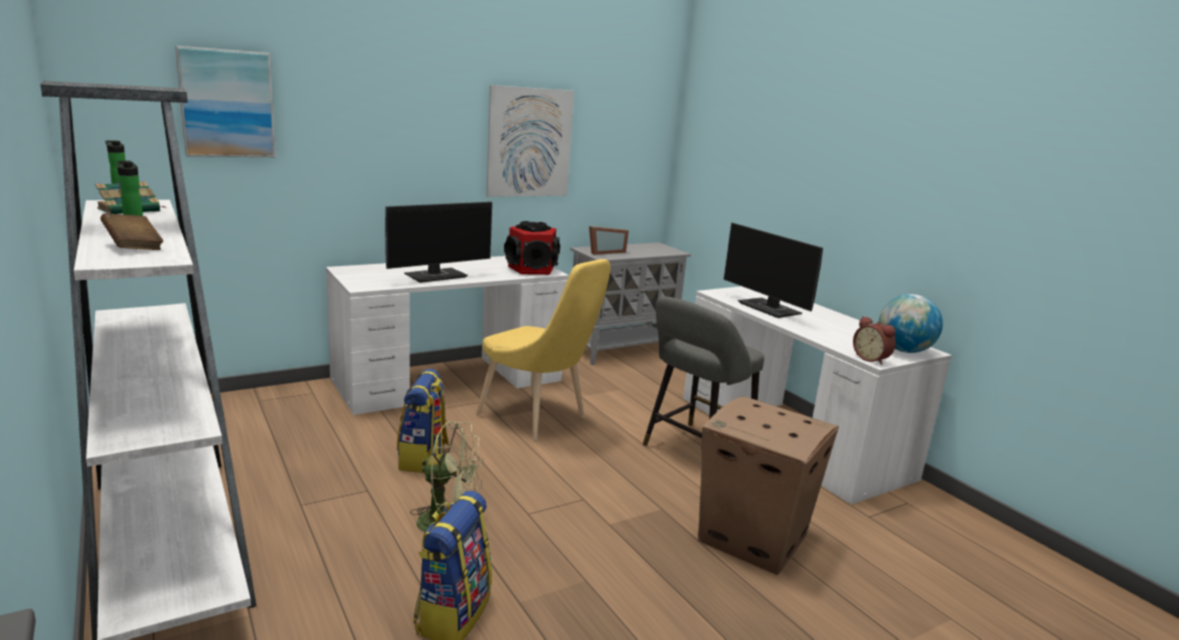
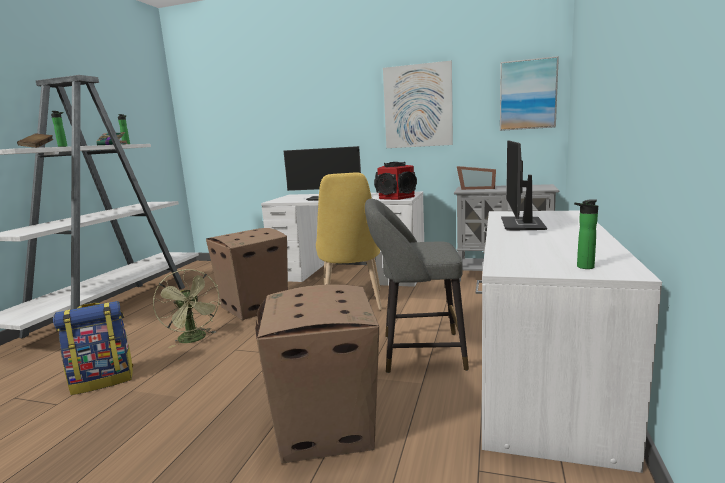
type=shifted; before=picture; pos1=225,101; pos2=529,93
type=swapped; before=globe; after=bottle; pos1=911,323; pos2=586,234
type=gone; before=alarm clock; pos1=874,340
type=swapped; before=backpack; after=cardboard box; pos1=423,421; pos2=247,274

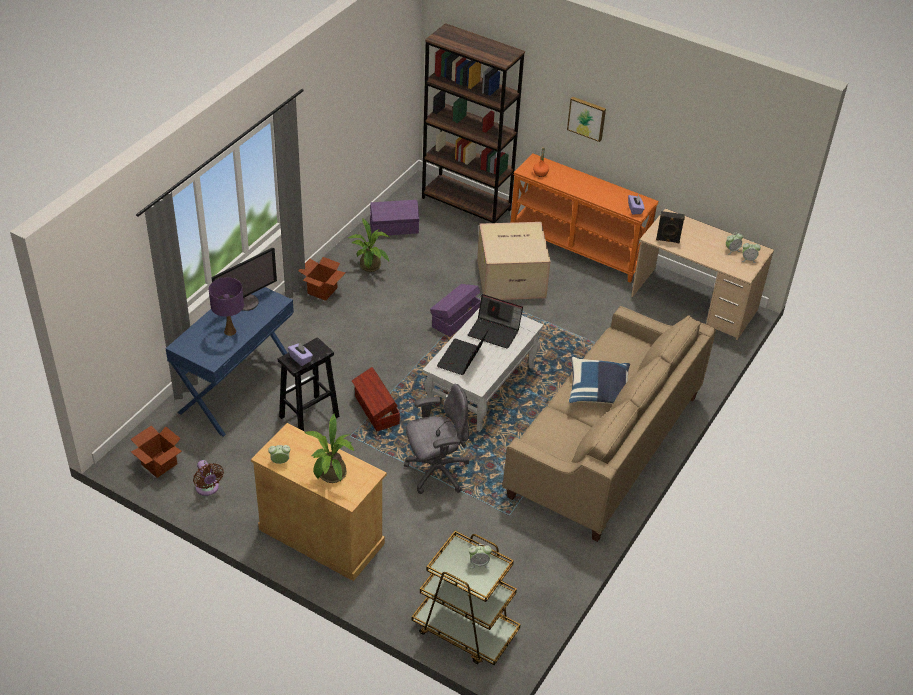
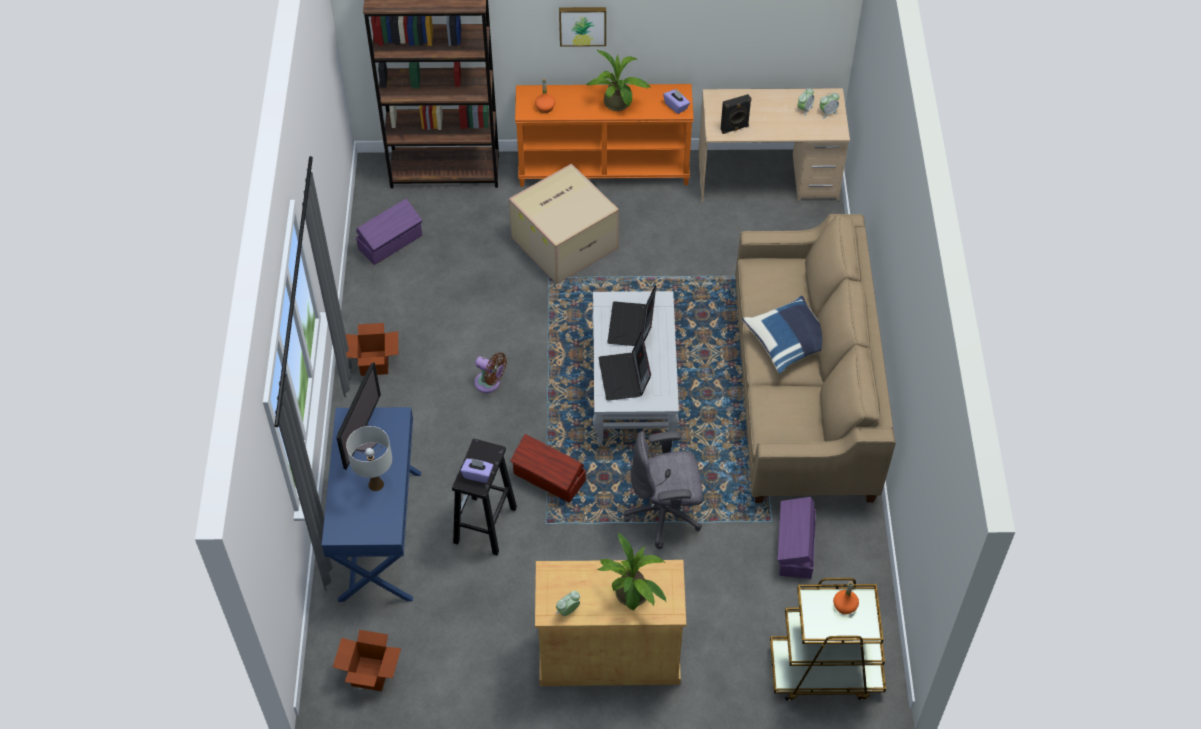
type=shifted; before=potted plant; pos1=369,245; pos2=618,80
type=repainted; before=purple table lamp; after=white table lamp; pos1=226,306; pos2=369,458
type=shifted; before=purple storage box; pos1=455,310; pos2=797,538
type=rotated; before=laptop; pos1=495,321; pos2=631,315; turn=105
type=rotated; before=grey office chair; pos1=436,439; pos2=663,490; turn=-135
type=shifted; before=brown fan; pos1=208,478; pos2=490,373
type=swapped; before=alarm clock; after=orange bottle; pos1=480,556; pos2=846,597

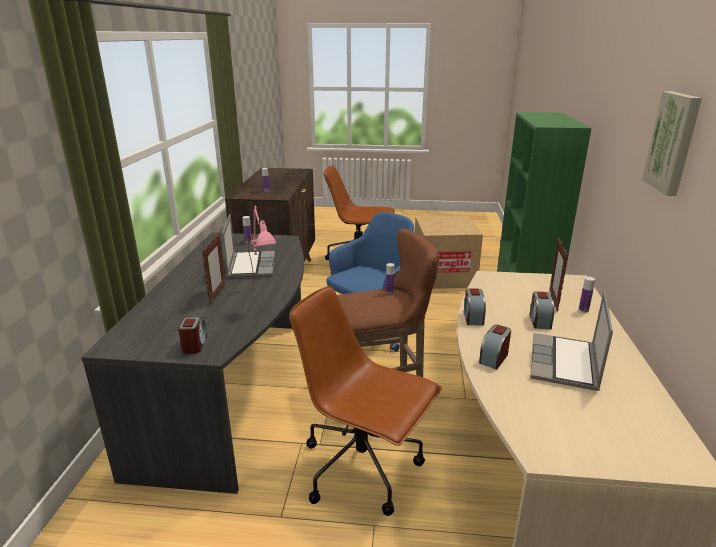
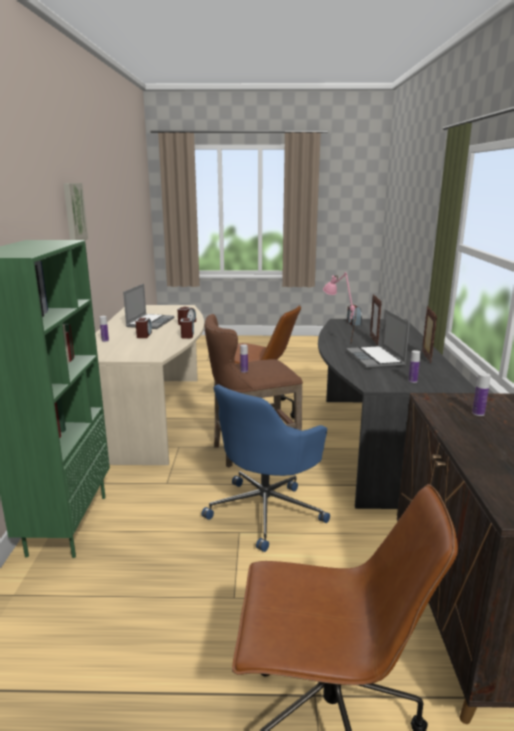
type=gone; before=cardboard box; pos1=449,252
type=shifted; before=picture frame; pos1=559,274; pos2=429,334

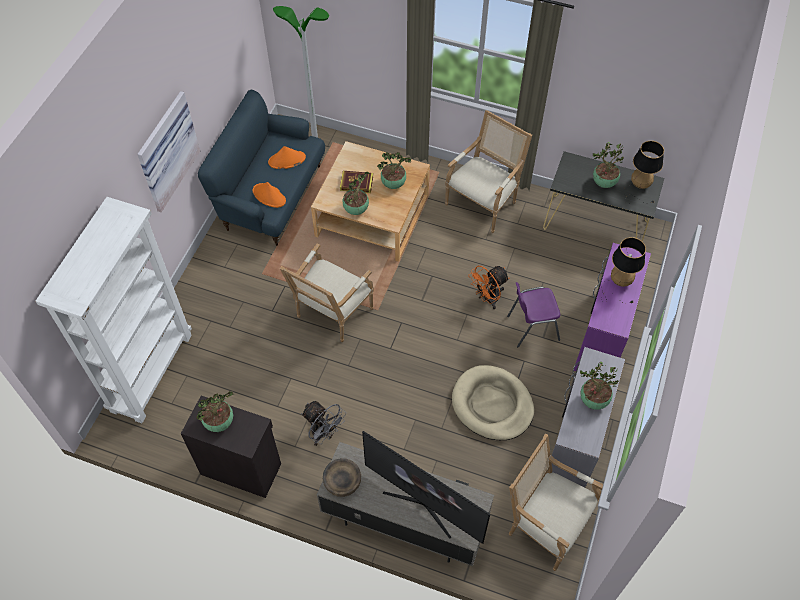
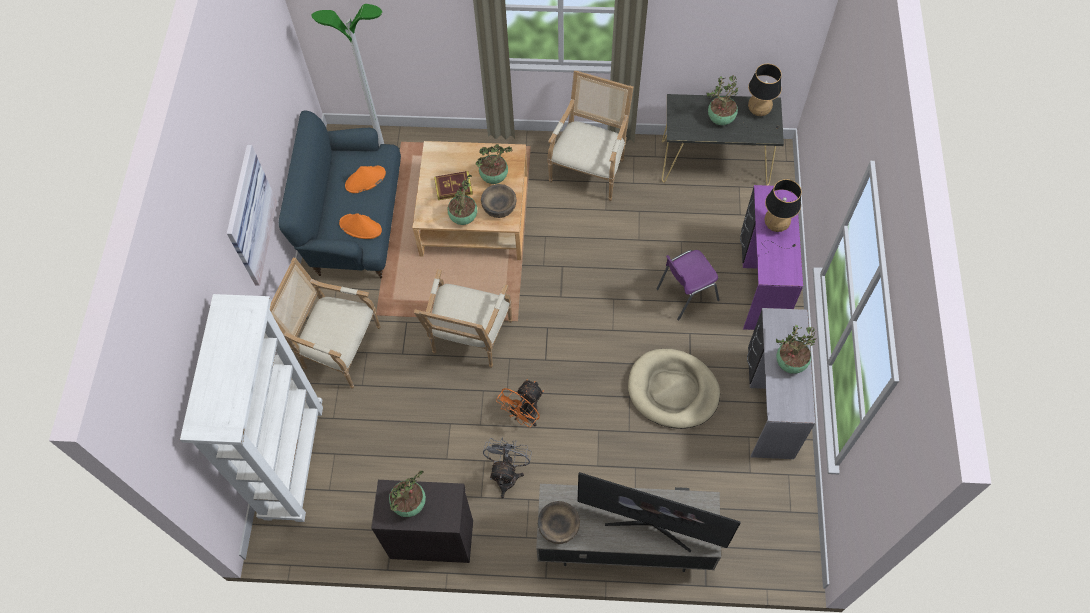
type=shifted; before=orange fan; pos1=488,287; pos2=520,403
type=rotated; before=grey fan; pos1=323,423; pos2=507,468; turn=-105
type=shifted; before=armchair; pos1=556,502; pos2=325,323
type=new; after=brown bowl; pos2=499,201

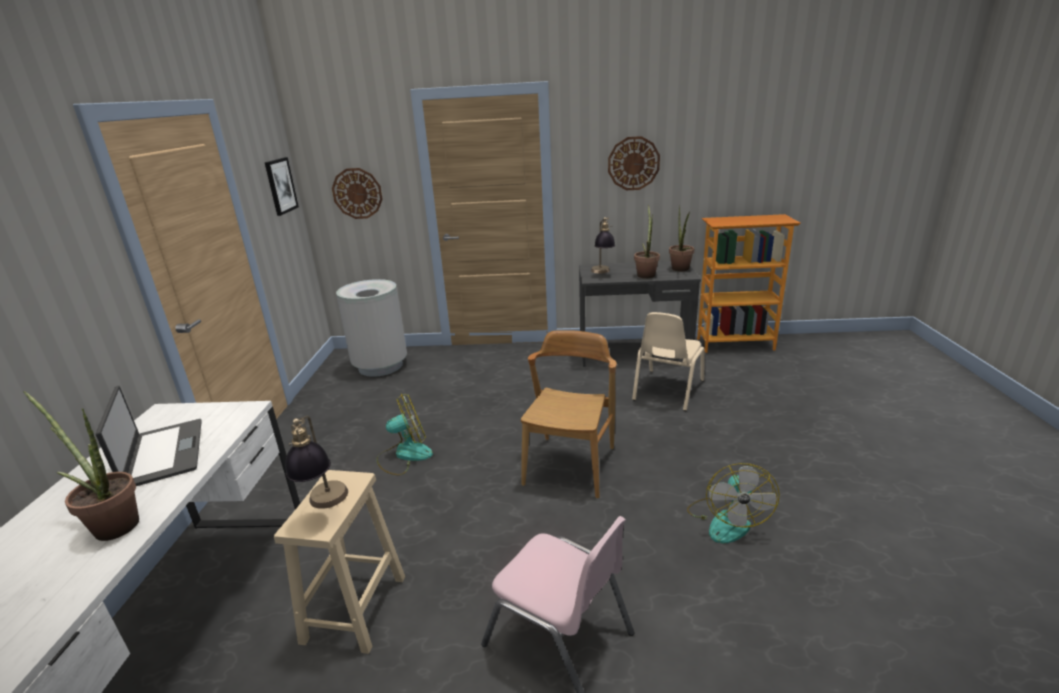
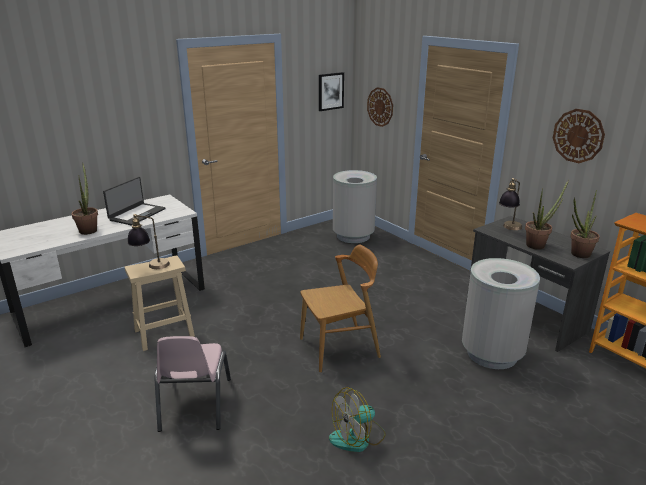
type=swapped; before=beige chair; after=grey trash can; pos1=668,361; pos2=501,313
type=gone; before=fan; pos1=404,434

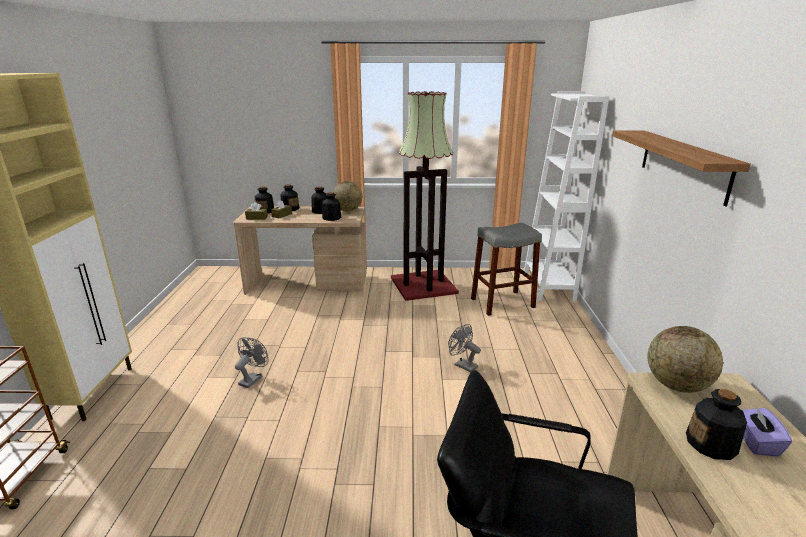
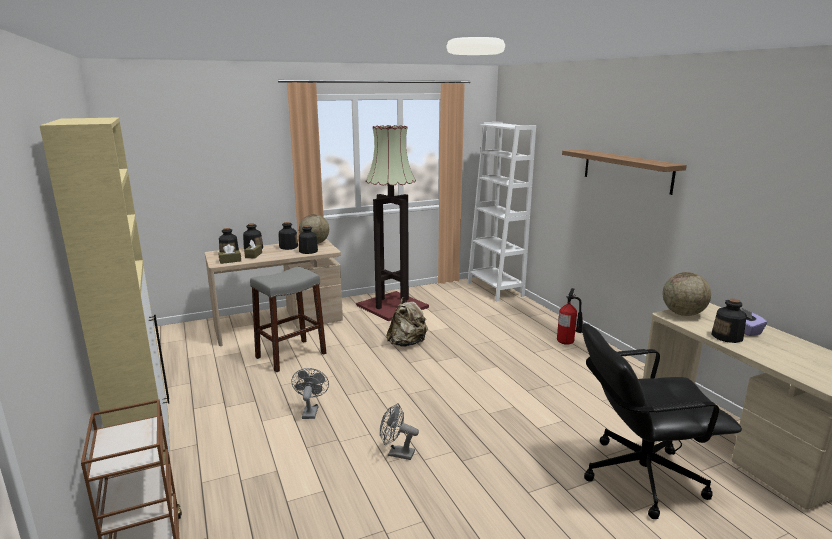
type=shifted; before=grey stool; pos1=506,269; pos2=288,319
type=shifted; before=grey fan; pos1=464,348; pos2=399,431
type=new; after=fire extinguisher; pos2=570,316
type=new; after=beige backpack; pos2=407,322

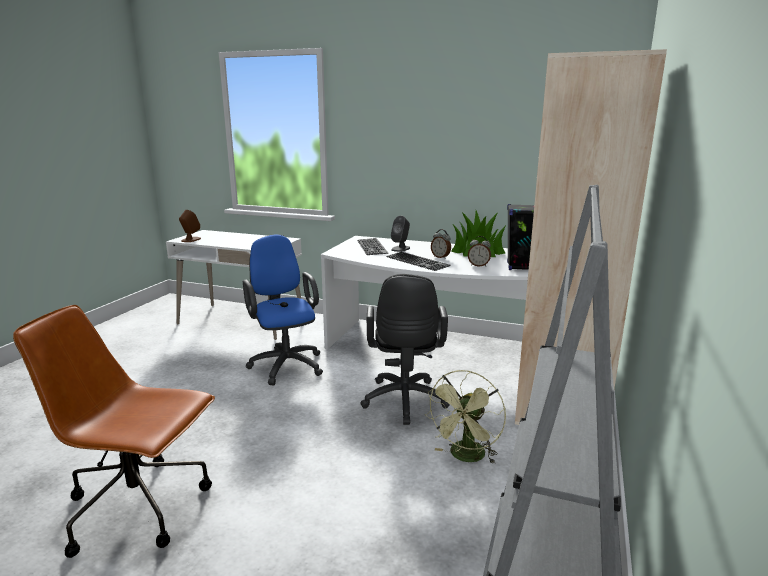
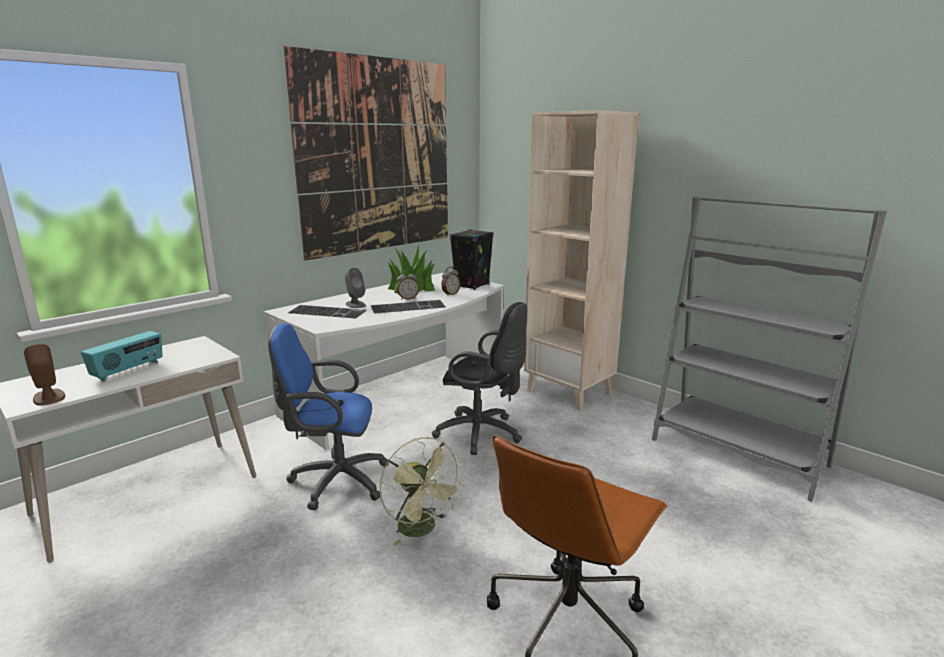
type=shifted; before=green fan; pos1=465,417; pos2=422,491
type=new; after=picture; pos2=365,153
type=new; after=radio; pos2=122,356

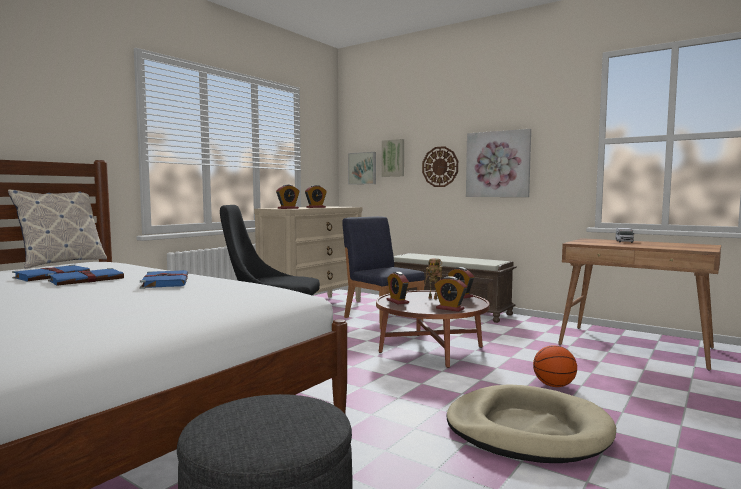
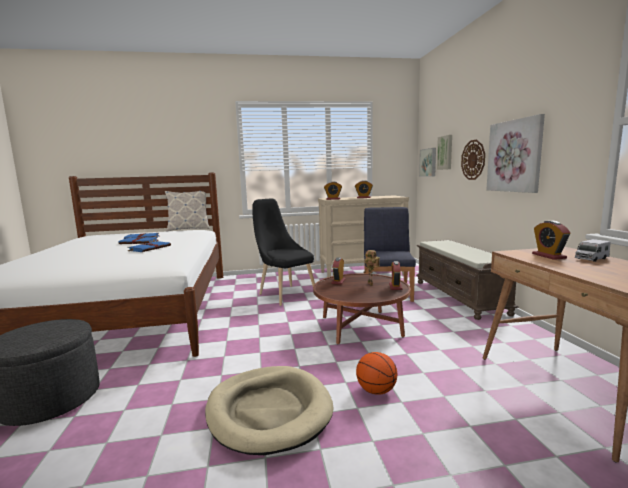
type=shifted; before=alarm clock; pos1=450,294; pos2=551,240

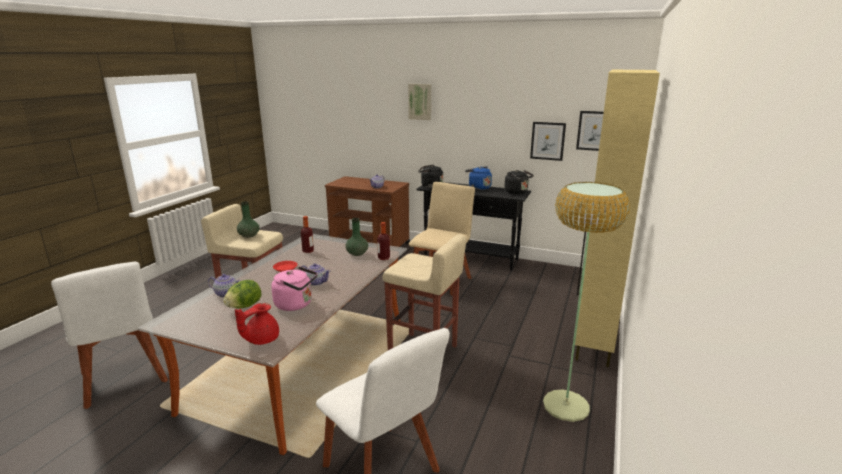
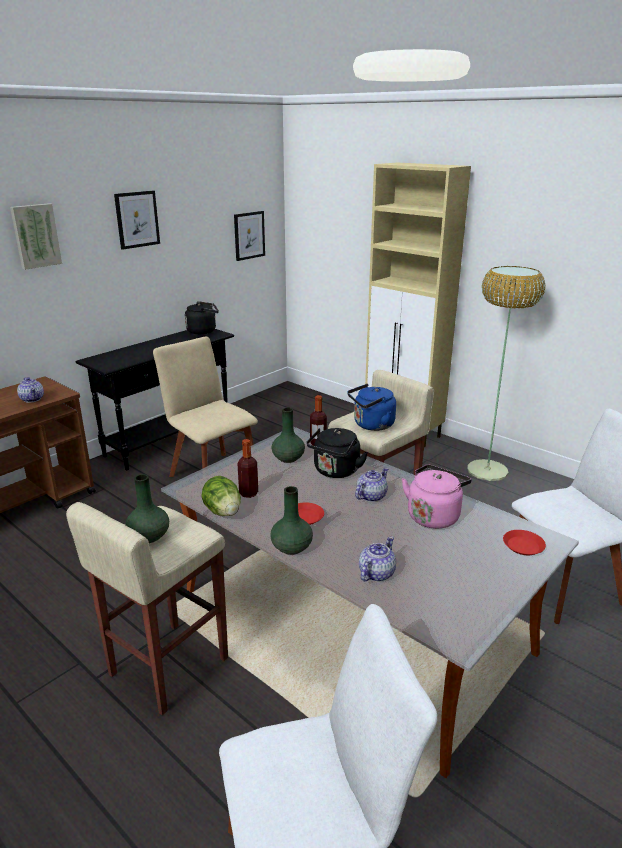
type=shifted; before=picture; pos1=548,141; pos2=137,220
type=shifted; before=black kettle; pos1=430,176; pos2=337,453
type=shifted; before=blue kettle; pos1=478,178; pos2=371,407
type=shifted; before=lettuce; pos1=242,294; pos2=221,496
type=swapped; before=red teapot; after=red plate; pos1=257,324; pos2=524,542
type=new; after=green vase; pos2=291,520

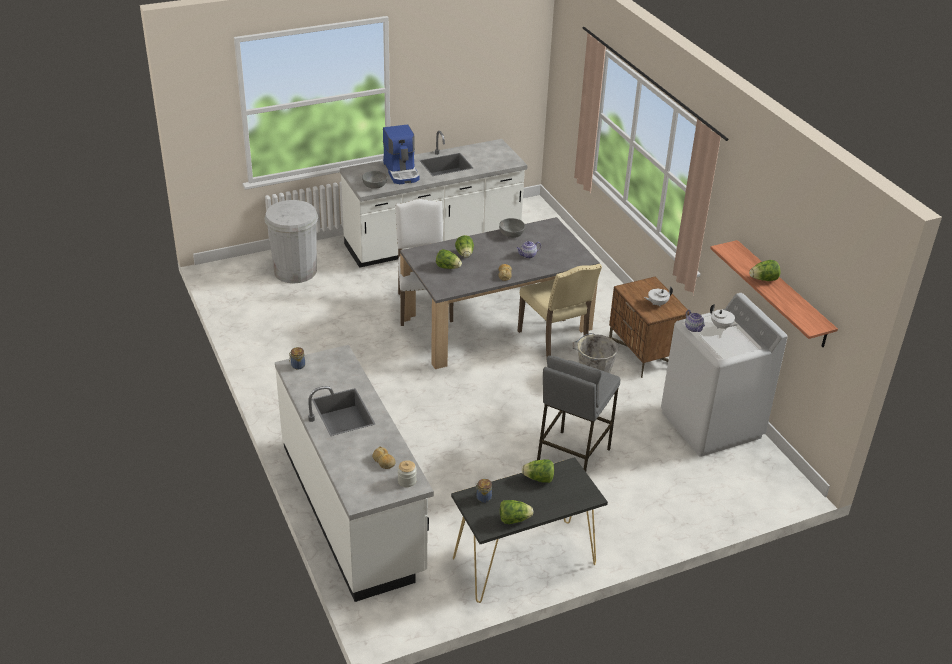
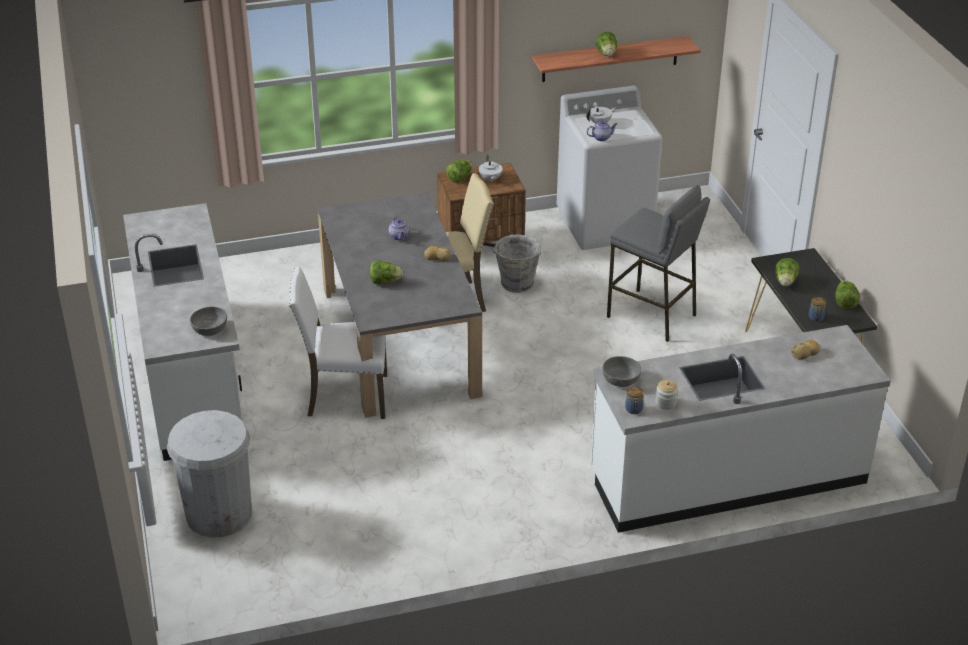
type=gone; before=coffee machine; pos1=401,154
type=shifted; before=grey bowl; pos1=512,228; pos2=622,371
type=shifted; before=lettuce; pos1=449,259; pos2=459,171
type=shifted; before=jar; pos1=407,473; pos2=667,395

